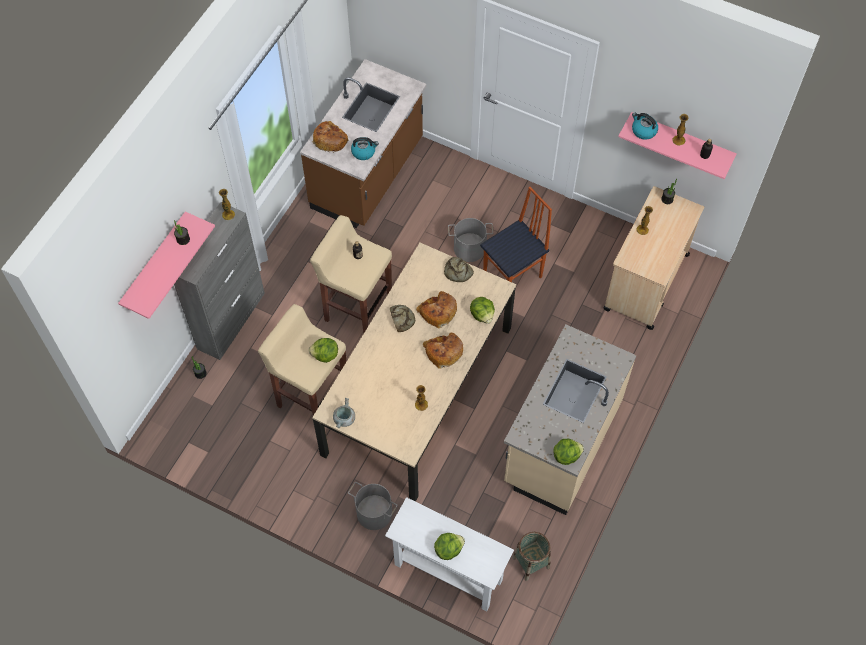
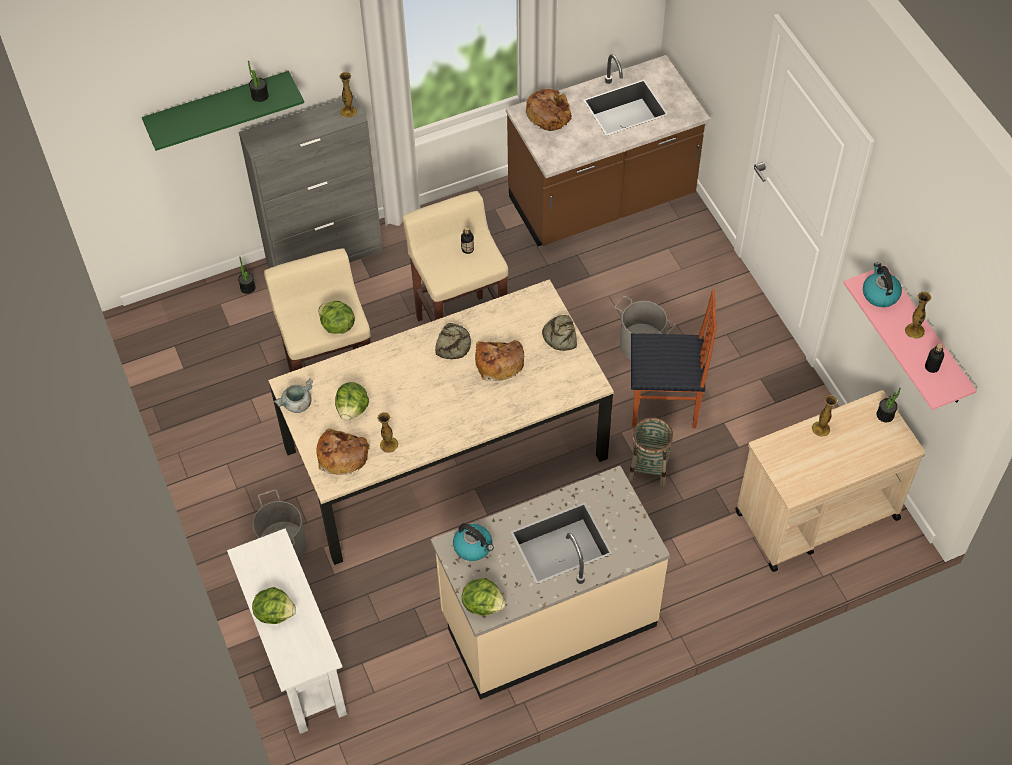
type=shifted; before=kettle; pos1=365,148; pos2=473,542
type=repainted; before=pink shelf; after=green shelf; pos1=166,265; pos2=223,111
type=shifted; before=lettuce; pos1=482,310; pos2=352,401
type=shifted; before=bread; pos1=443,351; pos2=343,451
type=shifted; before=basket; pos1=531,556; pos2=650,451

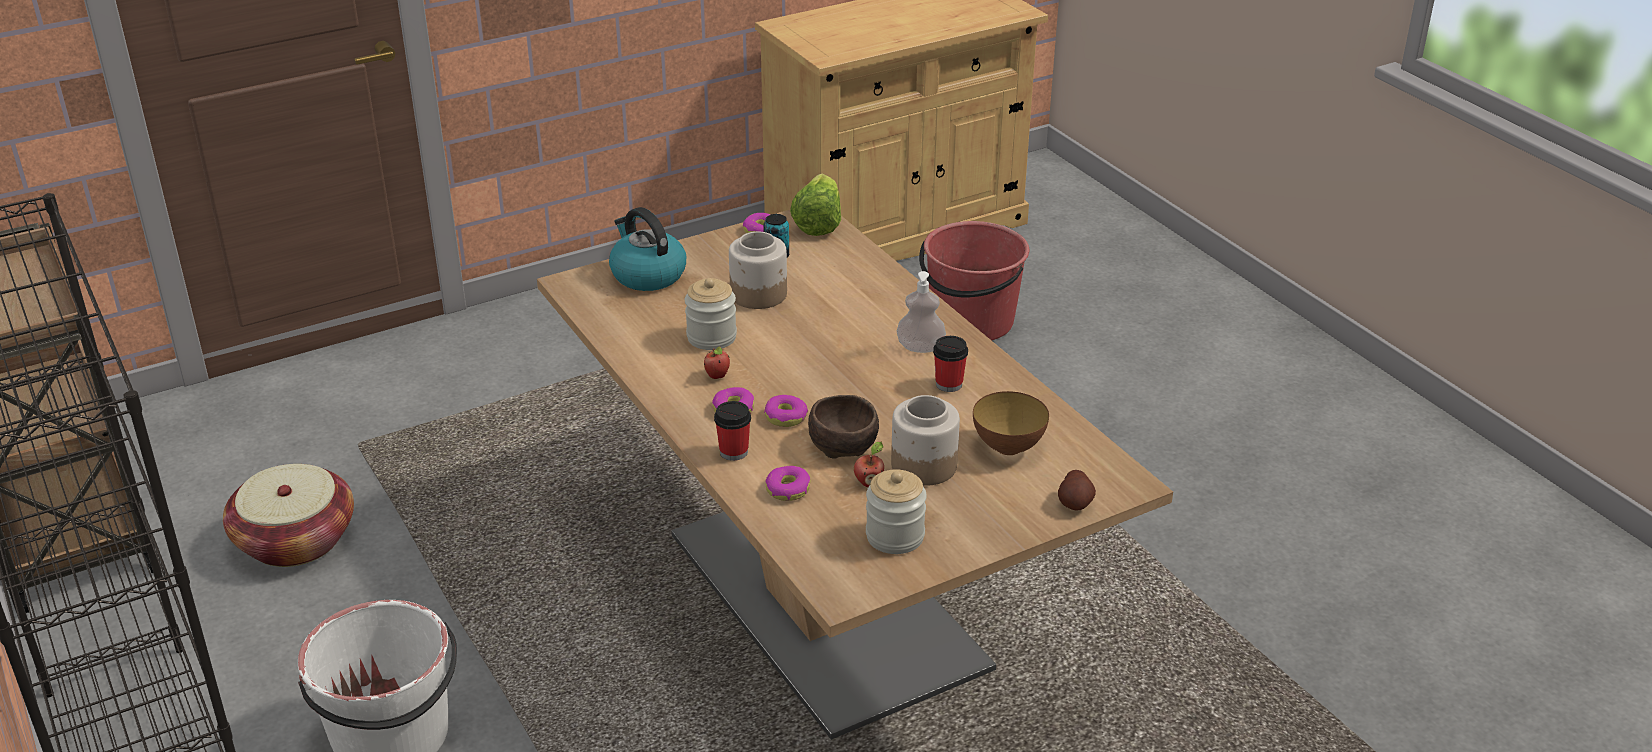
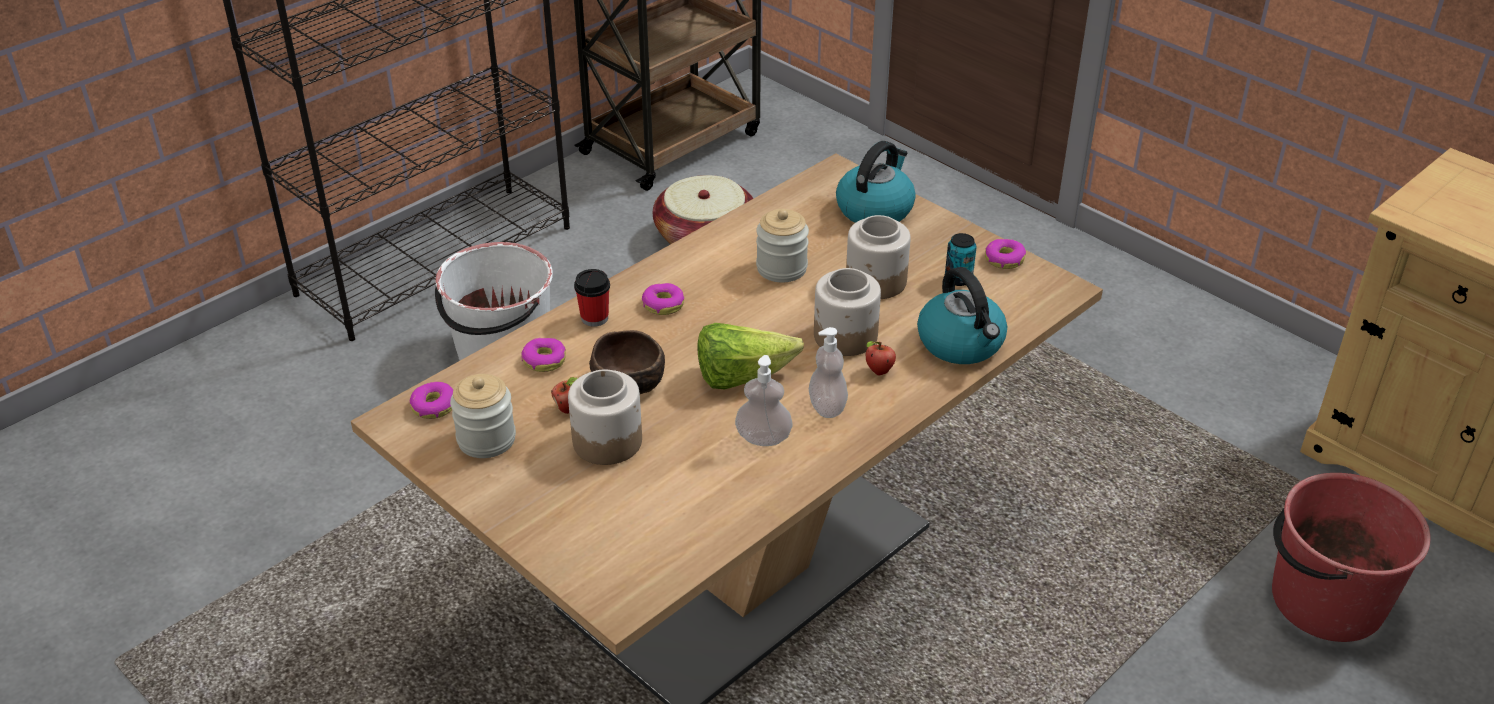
type=shifted; before=lettuce; pos1=815,205; pos2=750,356
type=swapped; before=cup; after=soap dispenser; pos1=950,364; pos2=763,400
type=shifted; before=apple; pos1=717,362; pos2=881,358
type=gone; before=bowl; pos1=1011,423
type=shifted; before=donut; pos1=786,411; pos2=432,400
type=gone; before=potato; pos1=1077,490
type=new; after=kettle; pos2=962,315
type=new; after=jar; pos2=847,312

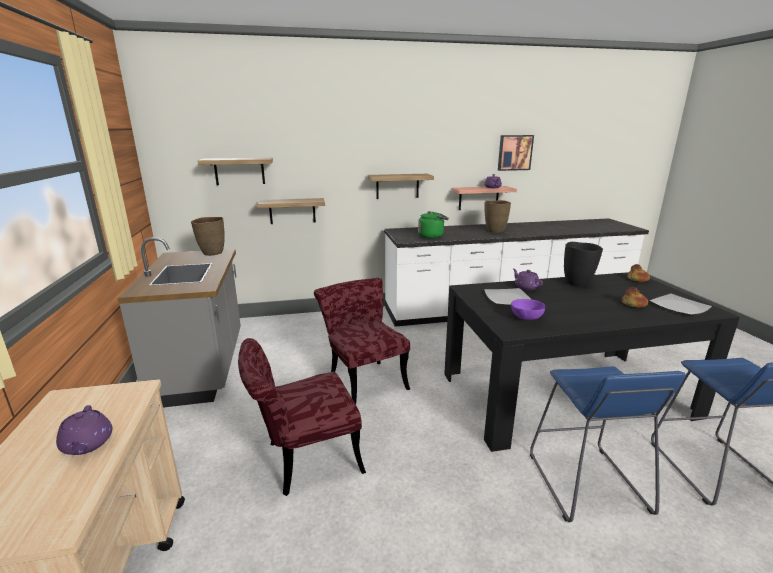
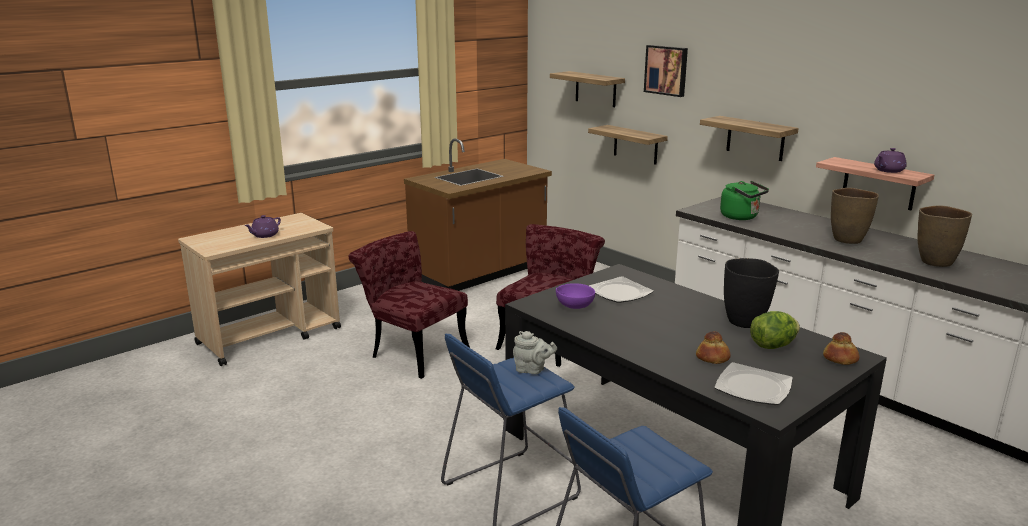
type=shifted; before=picture; pos1=516,153; pos2=666,71
type=shifted; before=brown vase; pos1=208,236; pos2=945,236
type=repainted; before=grey counter; after=brown counter; pos1=179,322; pos2=478,214
type=gone; before=purple teapot; pos1=528,279
type=new; after=lettuce; pos2=775,330
type=new; after=grey teapot; pos2=535,352

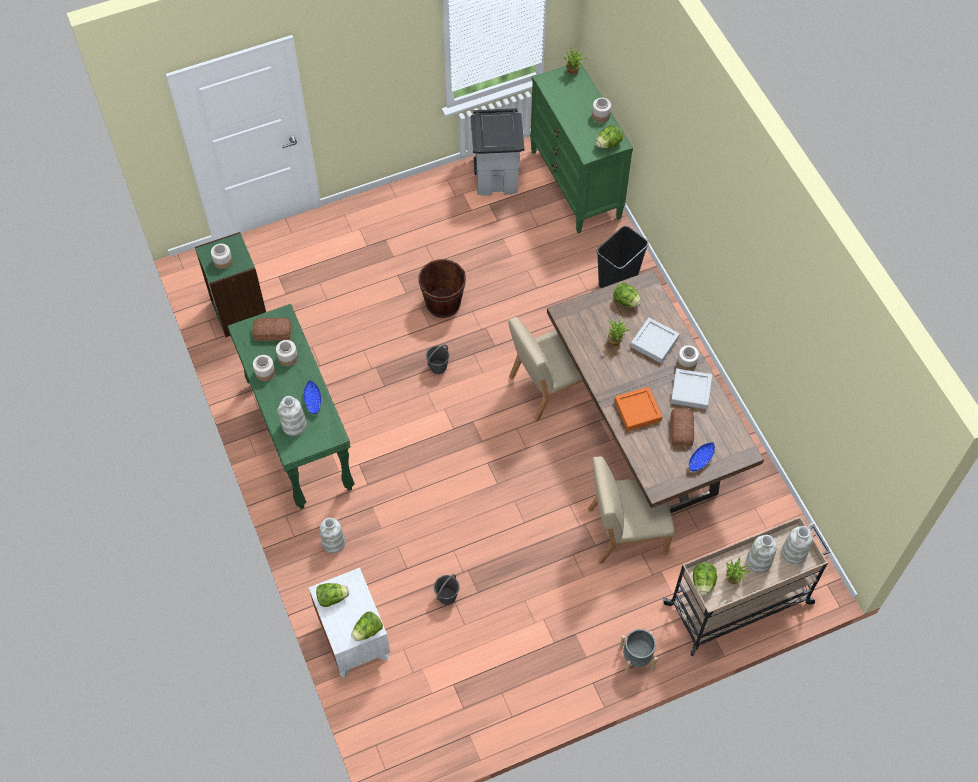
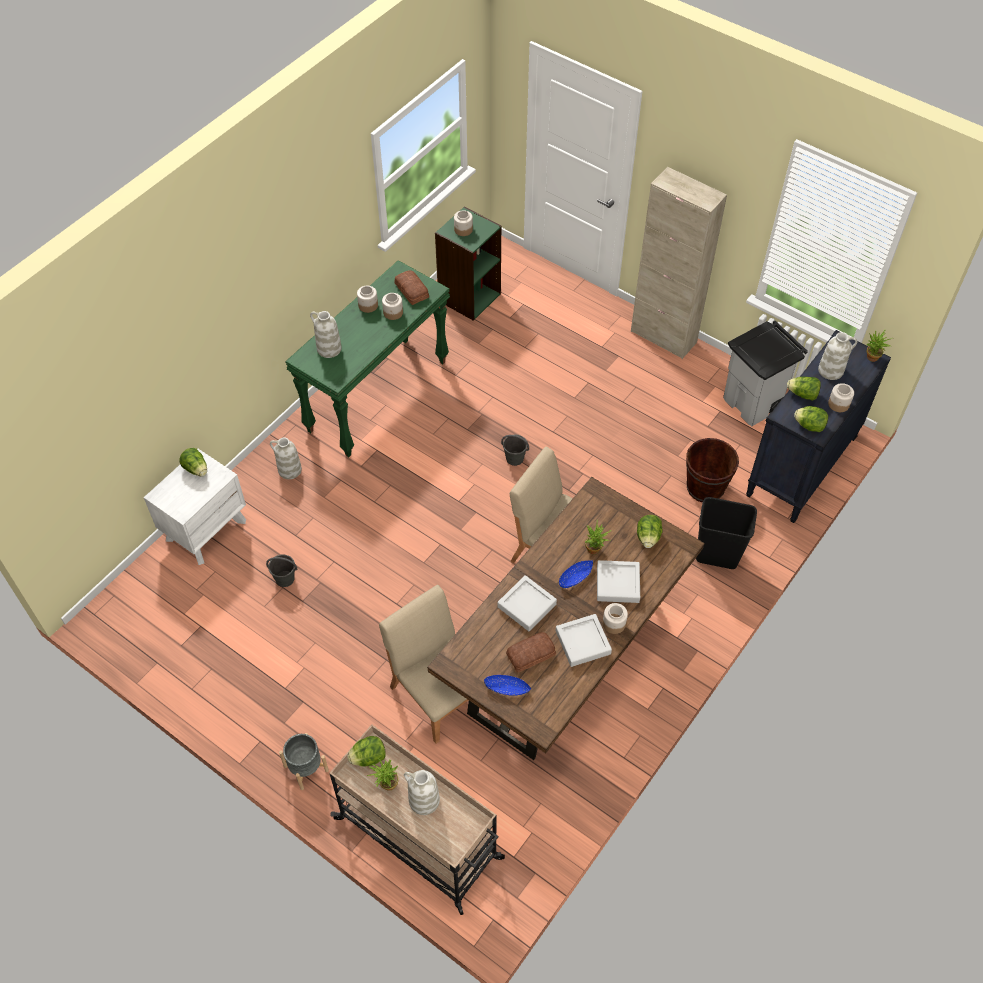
type=repainted; before=green dresser; after=black dresser; pos1=581,147; pos2=818,426
type=shifted; before=brown bucket; pos1=442,288; pos2=712,470
type=shifted; before=blue bowl; pos1=312,397; pos2=576,574
type=repainted; before=orange tray; after=grey tray; pos1=638,409; pos2=527,603
type=shifted; before=white vase; pos1=797,543; pos2=838,356
type=shifted; before=lettuce; pos1=367,626; pos2=804,389
type=new; after=beige cabinet; pos2=679,263

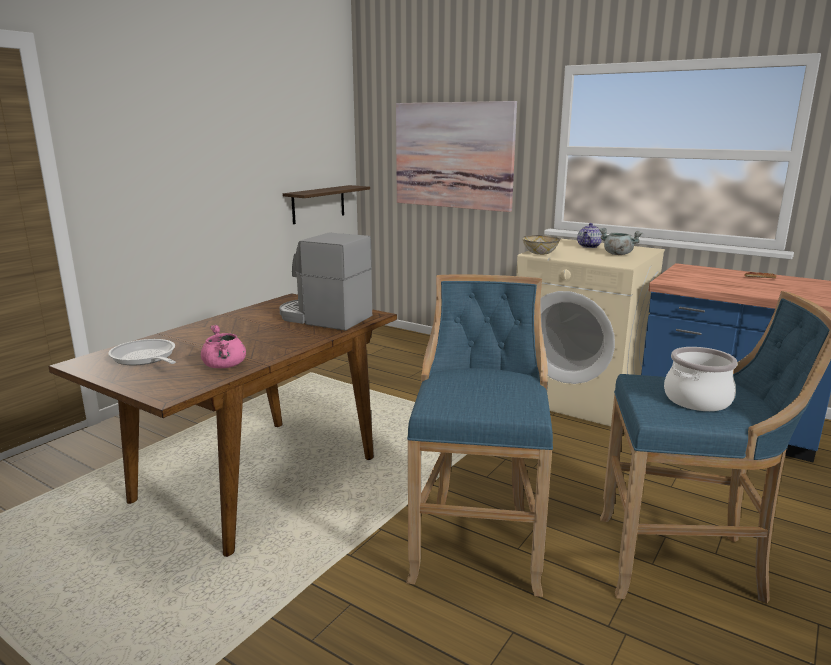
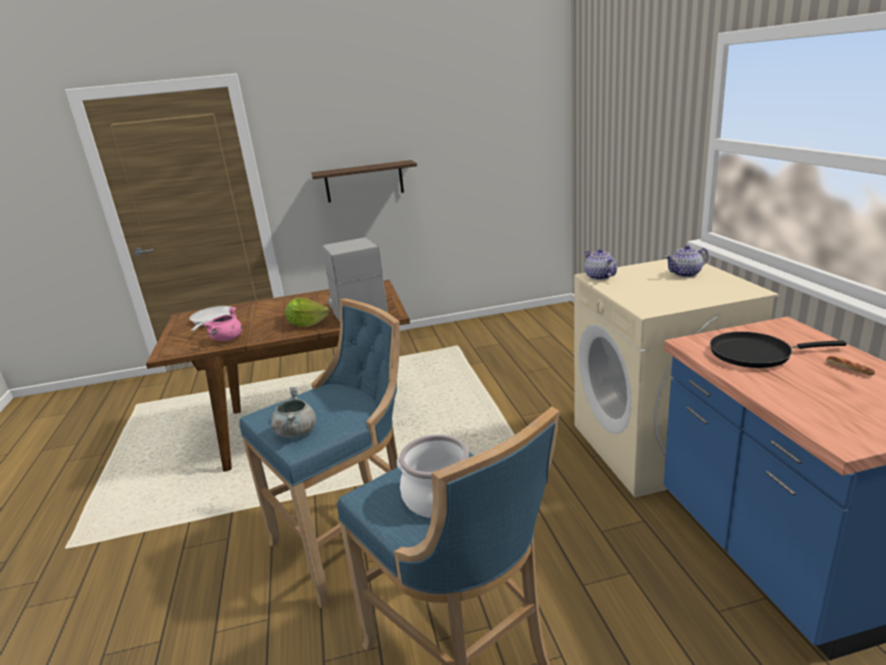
type=gone; before=picture; pos1=456,156
type=shifted; before=shelf; pos1=326,204; pos2=364,181
type=shifted; before=grey cooking pot; pos1=620,241; pos2=293,412
type=swapped; before=bowl; after=teapot; pos1=541,245; pos2=600,264
type=new; after=lettuce; pos2=307,312
type=new; after=black frying pan; pos2=778,350

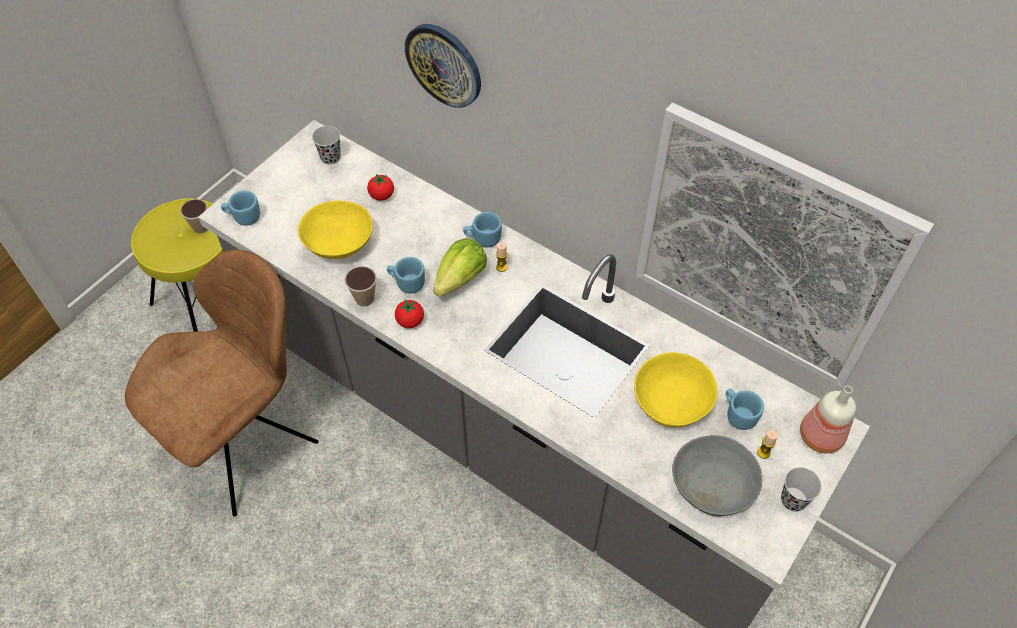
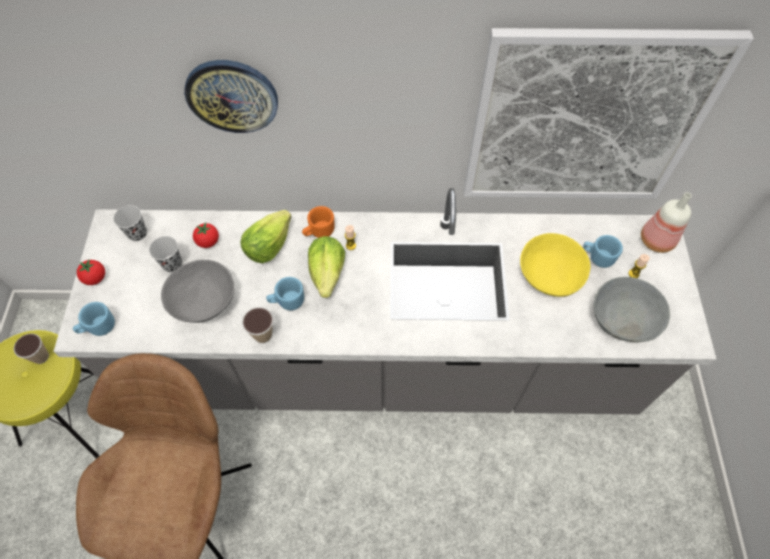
type=repainted; before=yellow bowl; after=grey bowl; pos1=335,229; pos2=197,291
type=repainted; before=blue mug; after=orange mug; pos1=482,230; pos2=318,222
type=shifted; before=tomato; pos1=409,313; pos2=91,272
type=shifted; before=black cup; pos1=801,489; pos2=165,254
type=new; after=lettuce; pos2=265,236

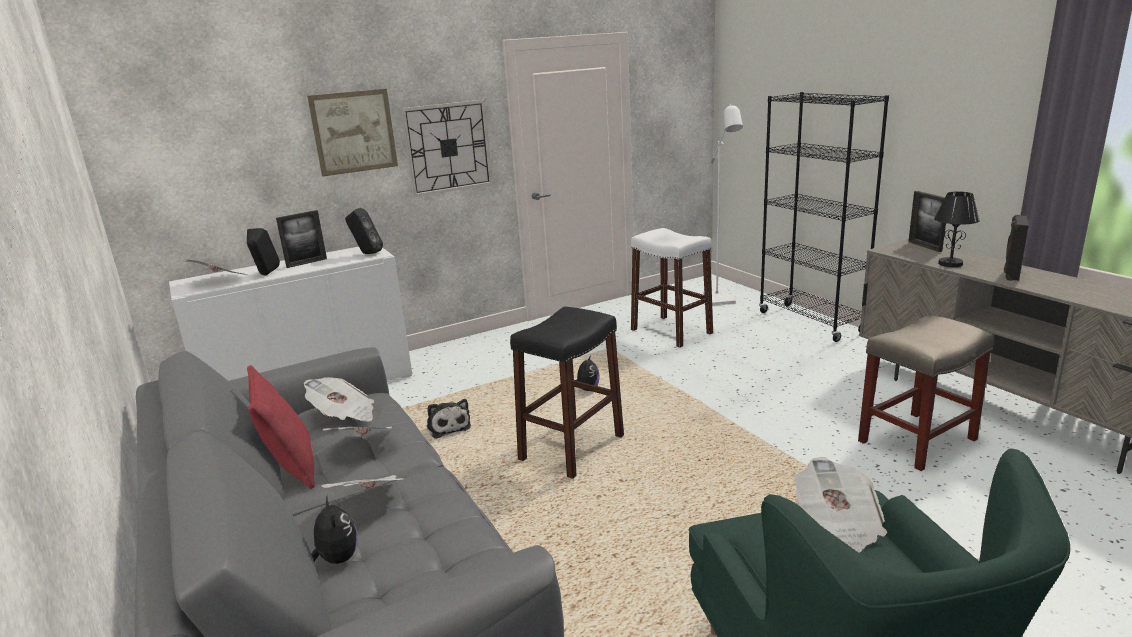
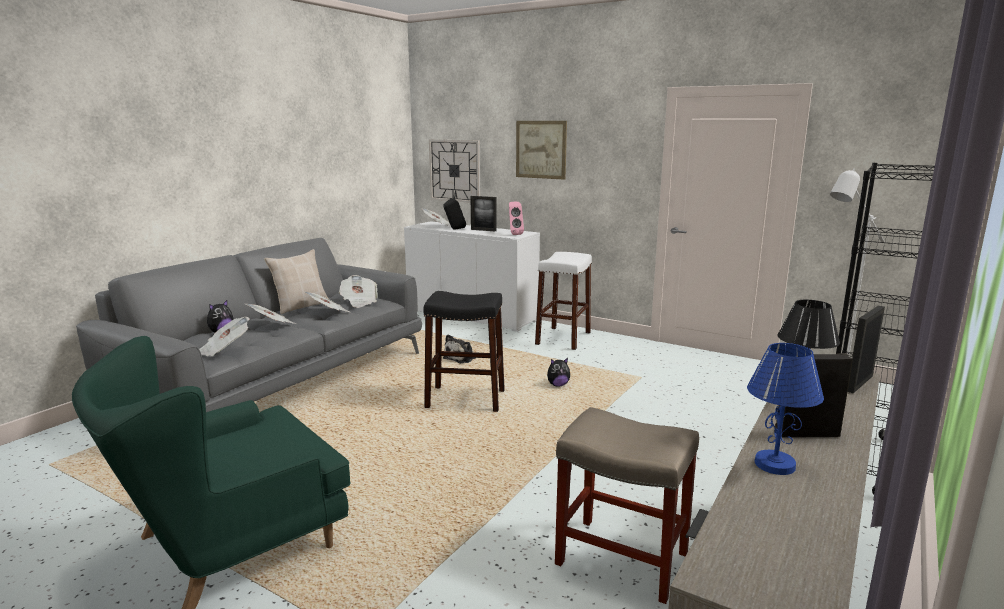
type=shifted; before=wall clock; pos1=447,148; pos2=454,171
type=repainted; before=black speaker; after=pink speaker; pos1=364,231; pos2=516,218
type=shifted; before=white stool; pos1=672,288; pos2=563,301
type=repainted; before=red pillow; after=beige pillow; pos1=281,427; pos2=296,281
type=shifted; before=newspaper; pos1=841,505; pos2=224,337
type=new; after=blue table lamp; pos2=785,409

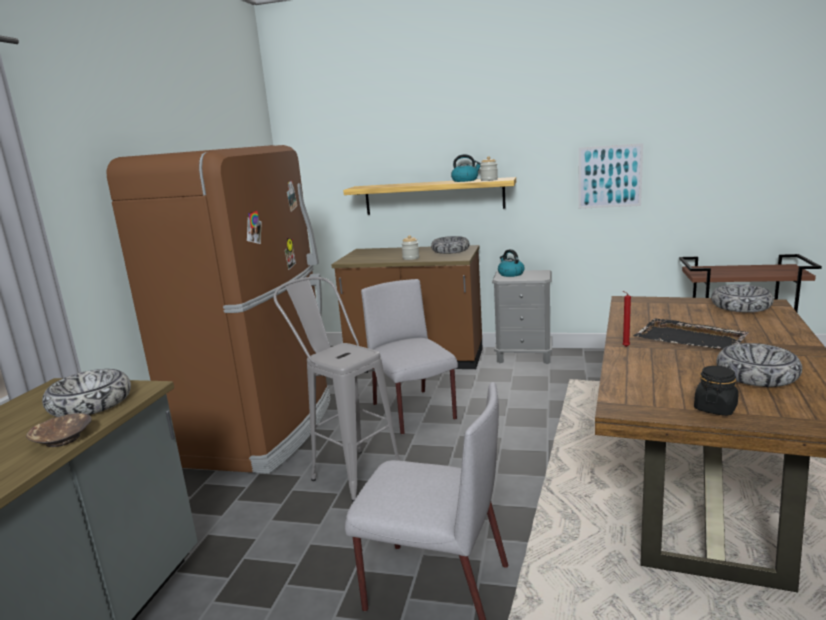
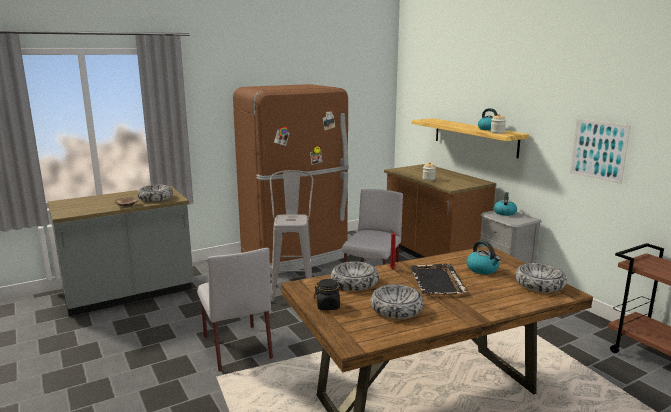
type=shifted; before=bowl; pos1=450,245; pos2=355,276
type=new; after=kettle; pos2=484,257

